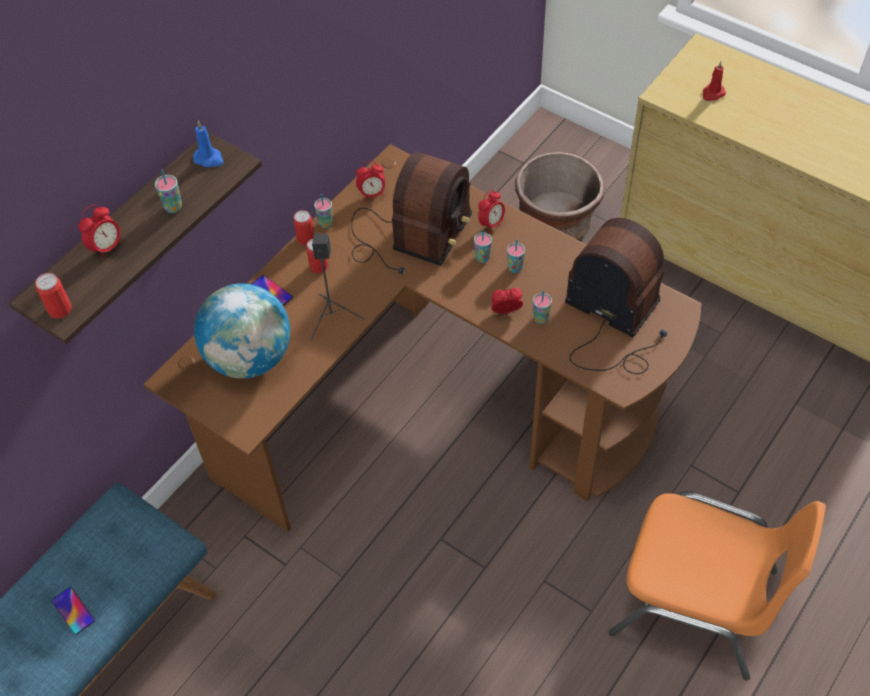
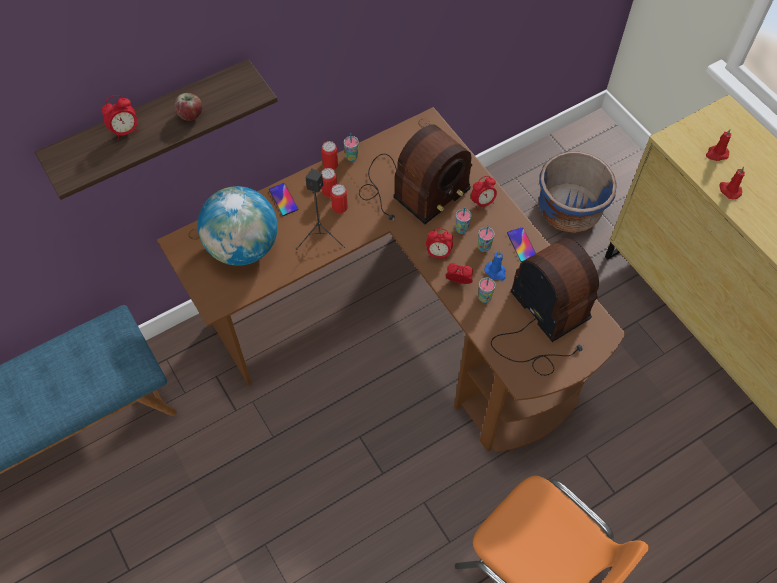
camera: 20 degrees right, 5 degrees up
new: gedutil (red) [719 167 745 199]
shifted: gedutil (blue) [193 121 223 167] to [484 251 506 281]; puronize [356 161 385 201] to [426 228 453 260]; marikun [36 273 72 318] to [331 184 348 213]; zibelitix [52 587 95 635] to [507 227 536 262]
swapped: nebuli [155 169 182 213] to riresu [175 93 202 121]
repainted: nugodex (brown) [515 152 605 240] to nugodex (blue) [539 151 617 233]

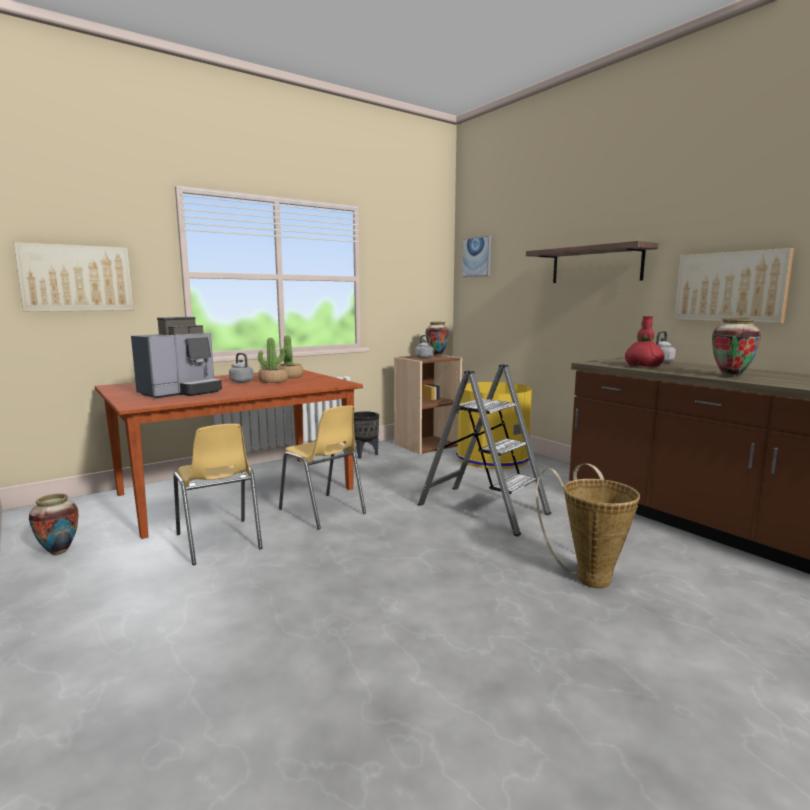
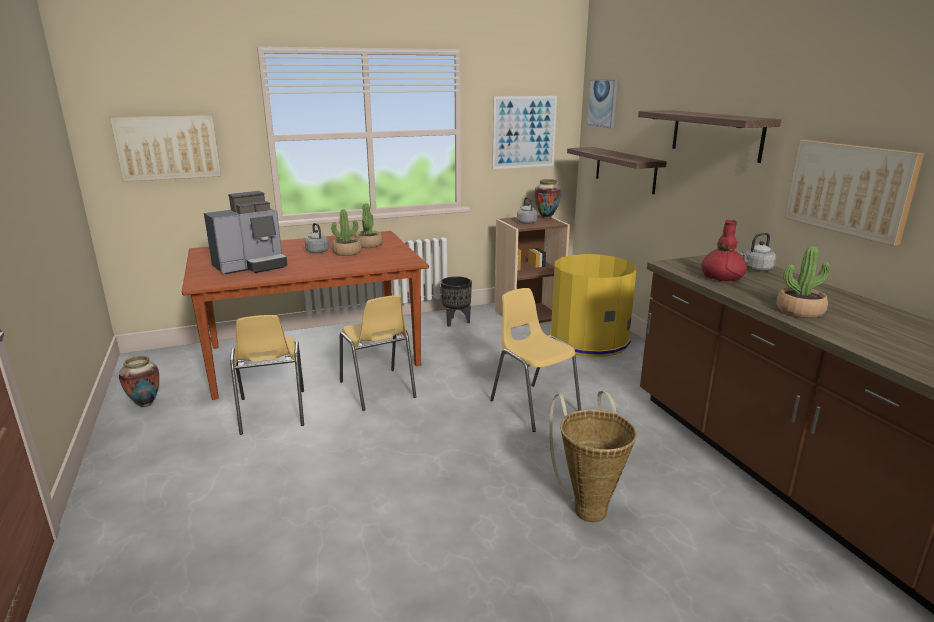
camera: 15 degrees right, 10 degrees up
new: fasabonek [492 96 557 169]; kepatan [567 147 667 194]
swapped: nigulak [712 318 761 377] to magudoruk [777 246 830 318]; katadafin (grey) [417 364 552 537] to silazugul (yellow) [490 288 581 432]

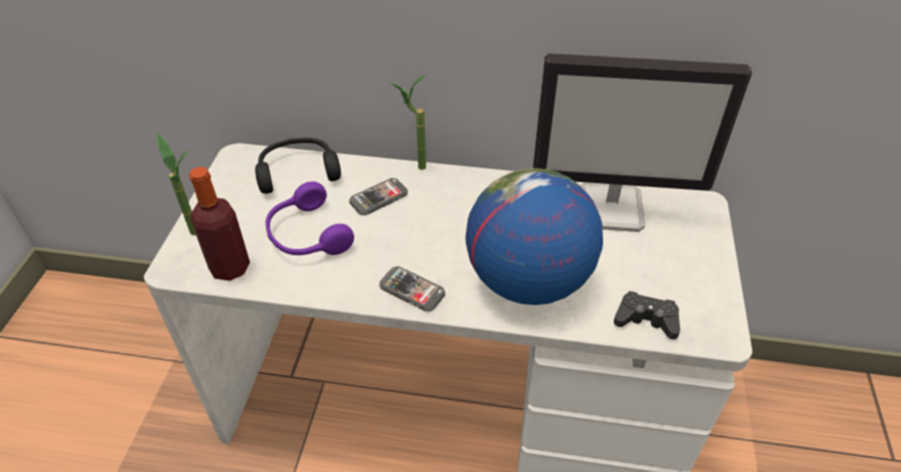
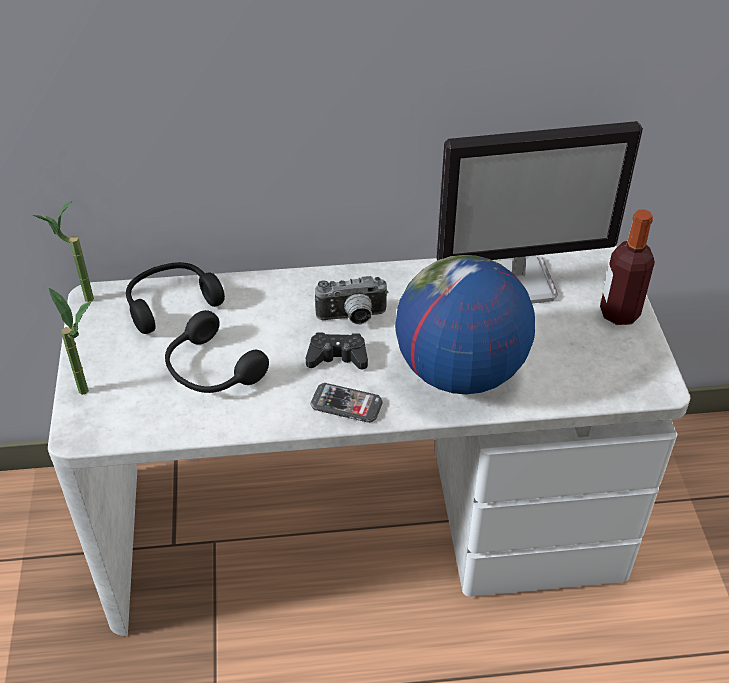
camera: 15 degrees left, 0 degrees up
gone: zibelitix [349 178 408 215]
new: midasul [315 276 388 325]
shifted: magudoruk [390 75 426 170] to [33 201 94 302]; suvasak [189 167 250 281] to [600 209 655 325]; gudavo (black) [614 291 680 339] to [306 332 368 369]
repainted: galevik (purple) [266 181 354 255] to galevik (black) [165 310 269 393]

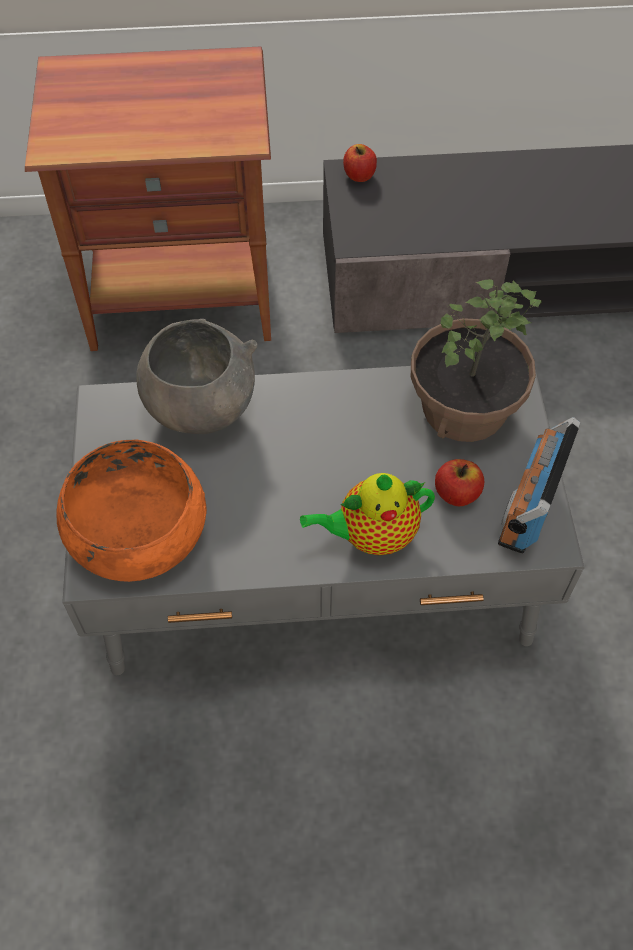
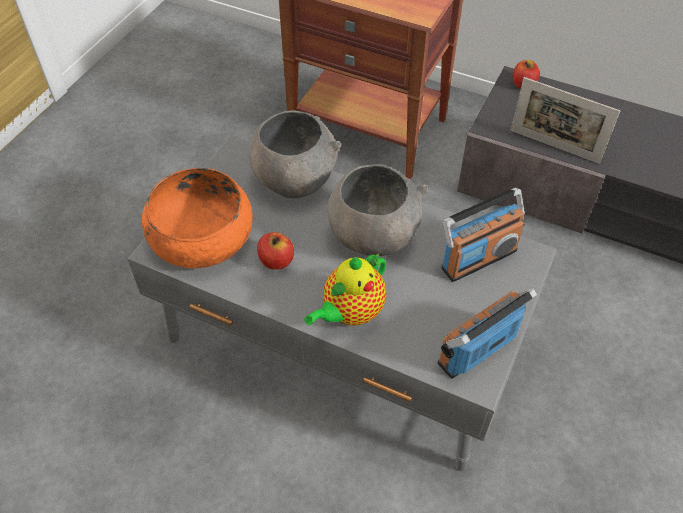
camera: 30 degrees right, 5 degrees down
new: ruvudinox [511 77 620 164]; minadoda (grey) [328 164 428 256]
shifted: riresu [435 459 484 506] to [257 232 294 270]
swapped: magudoruk [411 279 542 442] to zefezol [441 188 525 282]
rotated: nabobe [300 473 435 555] = [304 253 386 326] 60 degrees counterclockwise

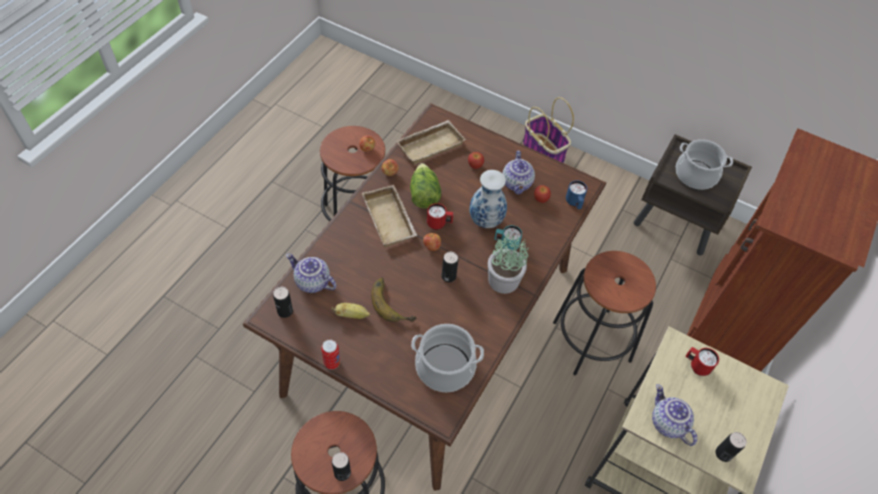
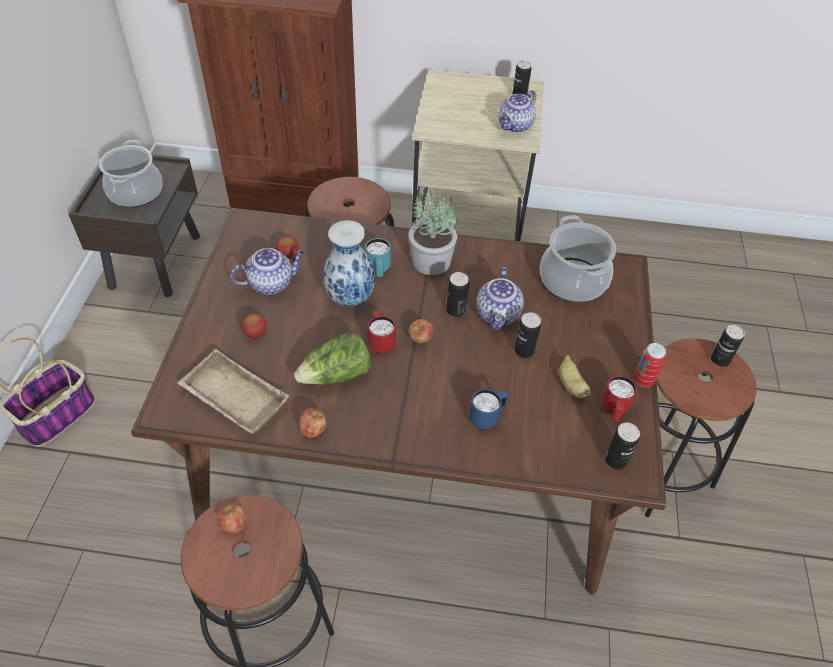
camera: 110 degrees left, 5 degrees down
gone: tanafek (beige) [362 185 418 247]
shifted: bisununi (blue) [566 180 587 209] to [469 389 508 430]; nabobe [286 253 337 293] to [477 267 524 329]; bisununi (red) [686 347 719 376] to [601 375 637 421]
swapped: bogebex [371 278 417 322] to marikun [515 312 541 358]

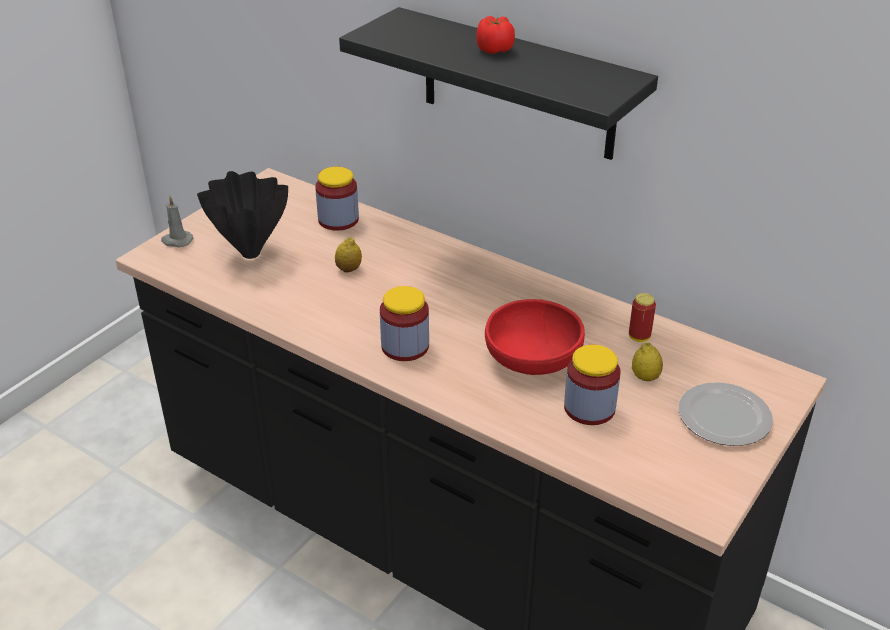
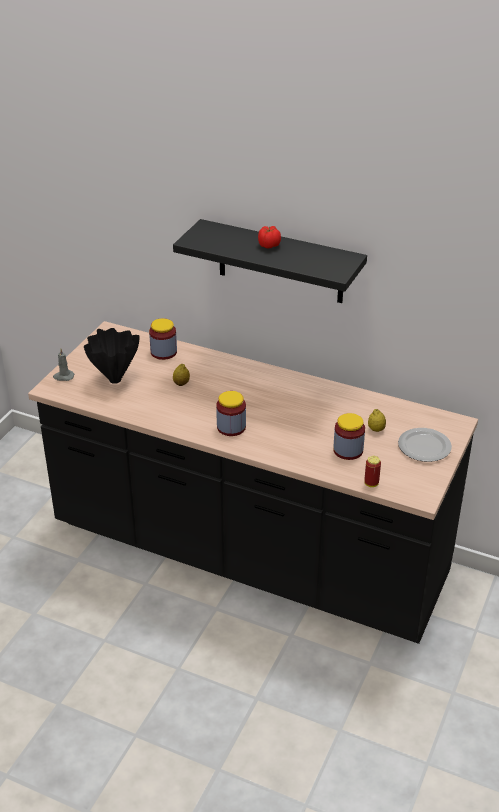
camera: 10 degrees left, 0 degrees up
gone: minadoda (red) [485 299 585 375]
shifted: marikun [629 293 656 342] to [364 456 381 487]

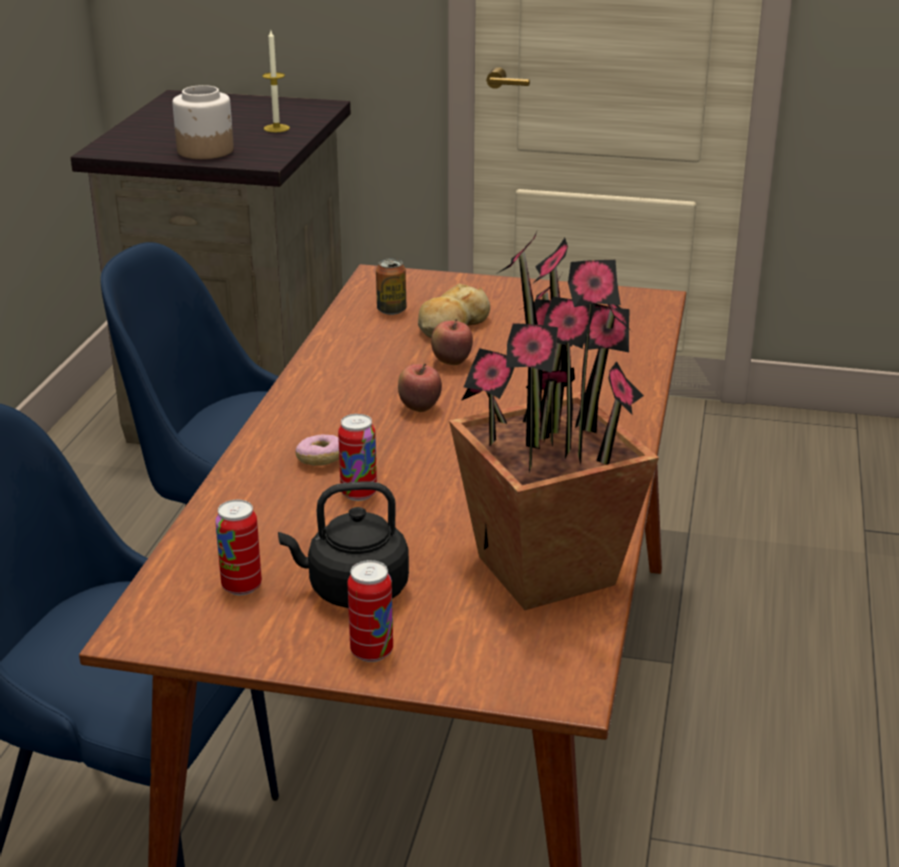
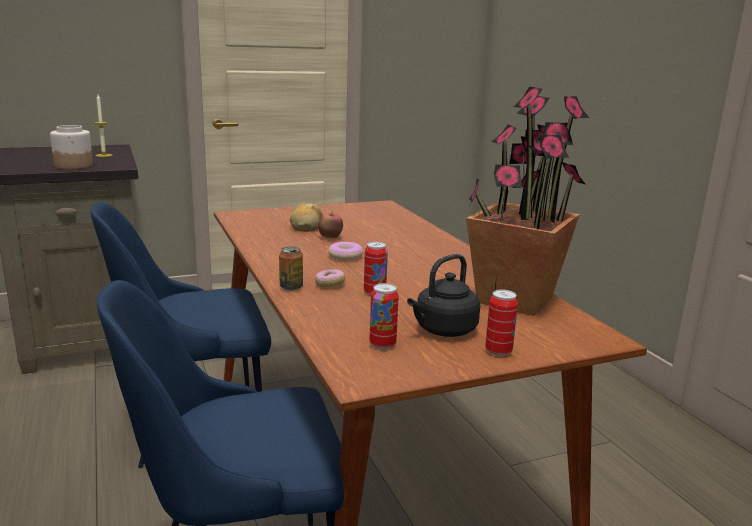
camera: 35 degrees left, 10 degrees down
shifted: marikun [376 258 406 315] to [279 246 303 291]
swapped: riresu [398 363 442 412] to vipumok [328 242 363 261]

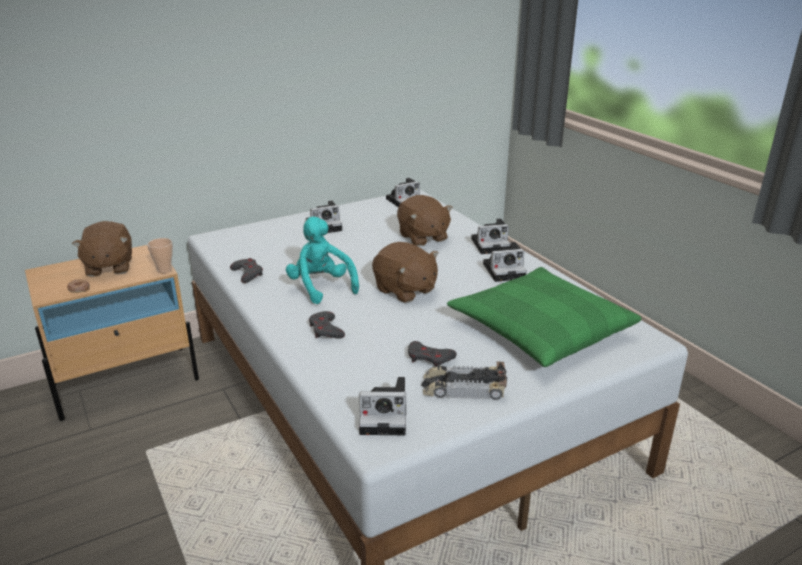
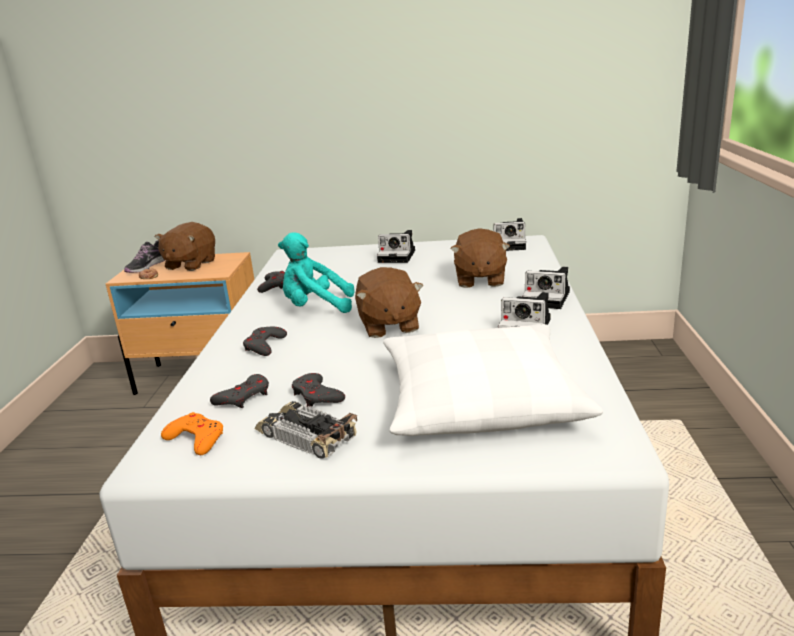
camera: 35 degrees right, 5 degrees down
gone: nebuli [147 238 173 273]
new: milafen [124 240 165 273]; gudavo (grey) [210 374 269 408]
swapped: midasul [359 377 406 435] to gudavo (orange) [161 412 223 455]
repainted: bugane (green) [447 267 642 367] to bugane (white) [383 324 603 436]
rotated: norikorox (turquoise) [286 216 359 304] = [278 232 354 313] 90 degrees counterclockwise

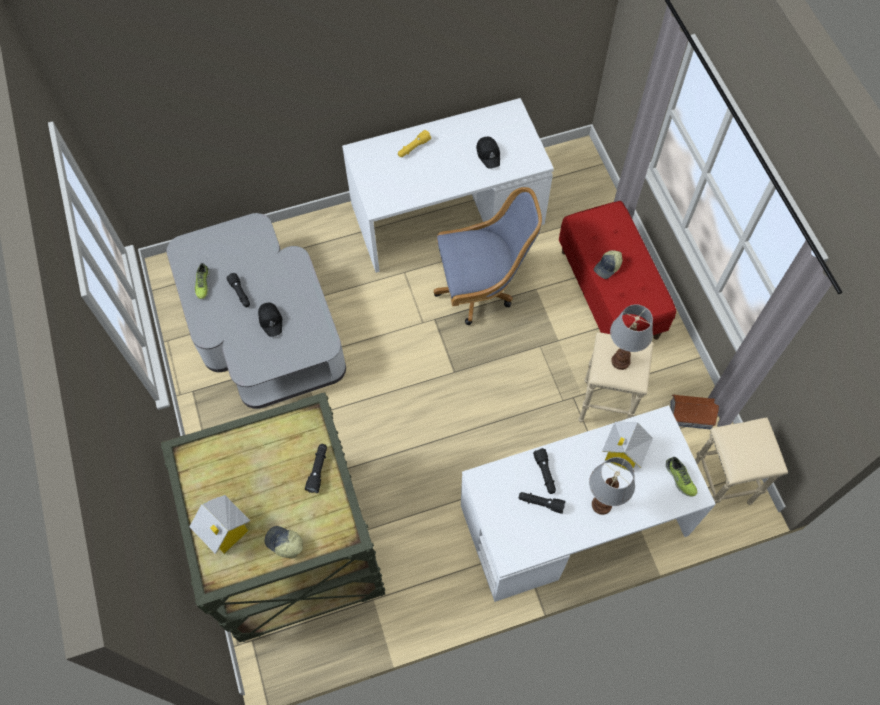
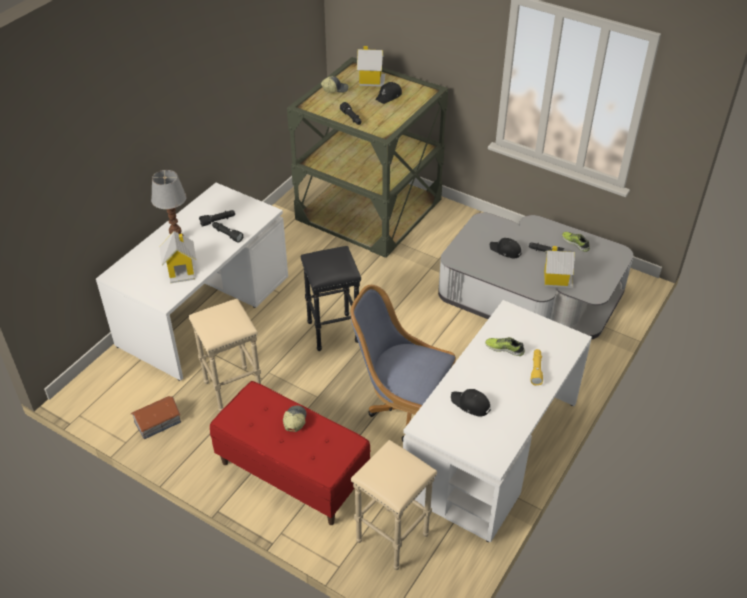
camera: 140 degrees right, 20 degrees down
gone: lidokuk [610 304 653 370]
new: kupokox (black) [375 82 402 104]; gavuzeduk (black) [301 246 361 351]; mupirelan [544 246 575 288]
shifted: gavuzeduk (beige) [695 417 788 505] to [351 440 437 570]; milafen [666 457 697 497] to [485 337 525 356]
rotated: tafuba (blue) [434 187 542 325] = [351 285 456 442] 75 degrees clockwise

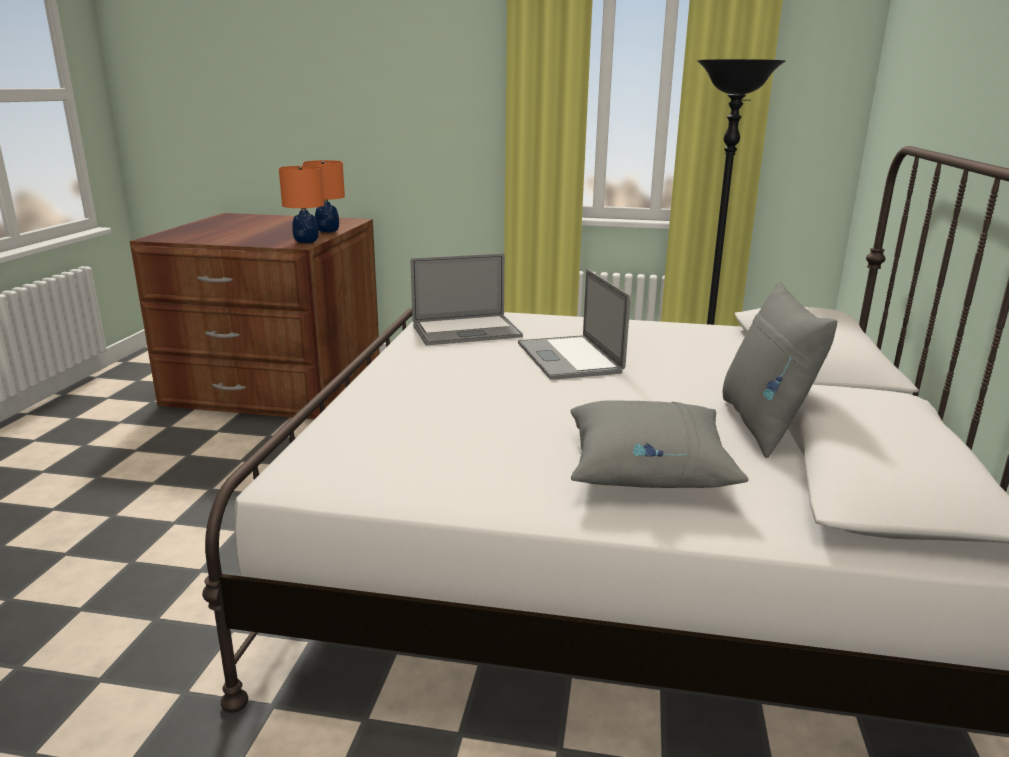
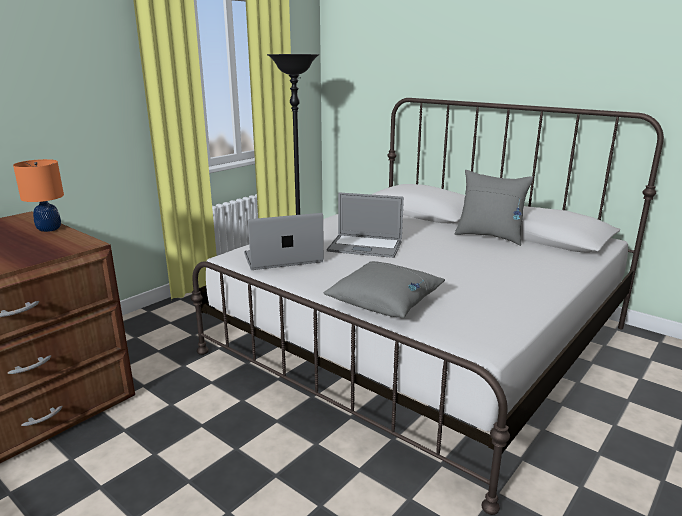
camera: 60 degrees left, 0 degrees up
gone: lidokuk (orange) [279 166 324 243]
shifted: bugane (grey) [571 400 749 488] to [324 261 445 318]
rotated: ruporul [411 253 523 345] = [244 213 324 270] 120 degrees counterclockwise

